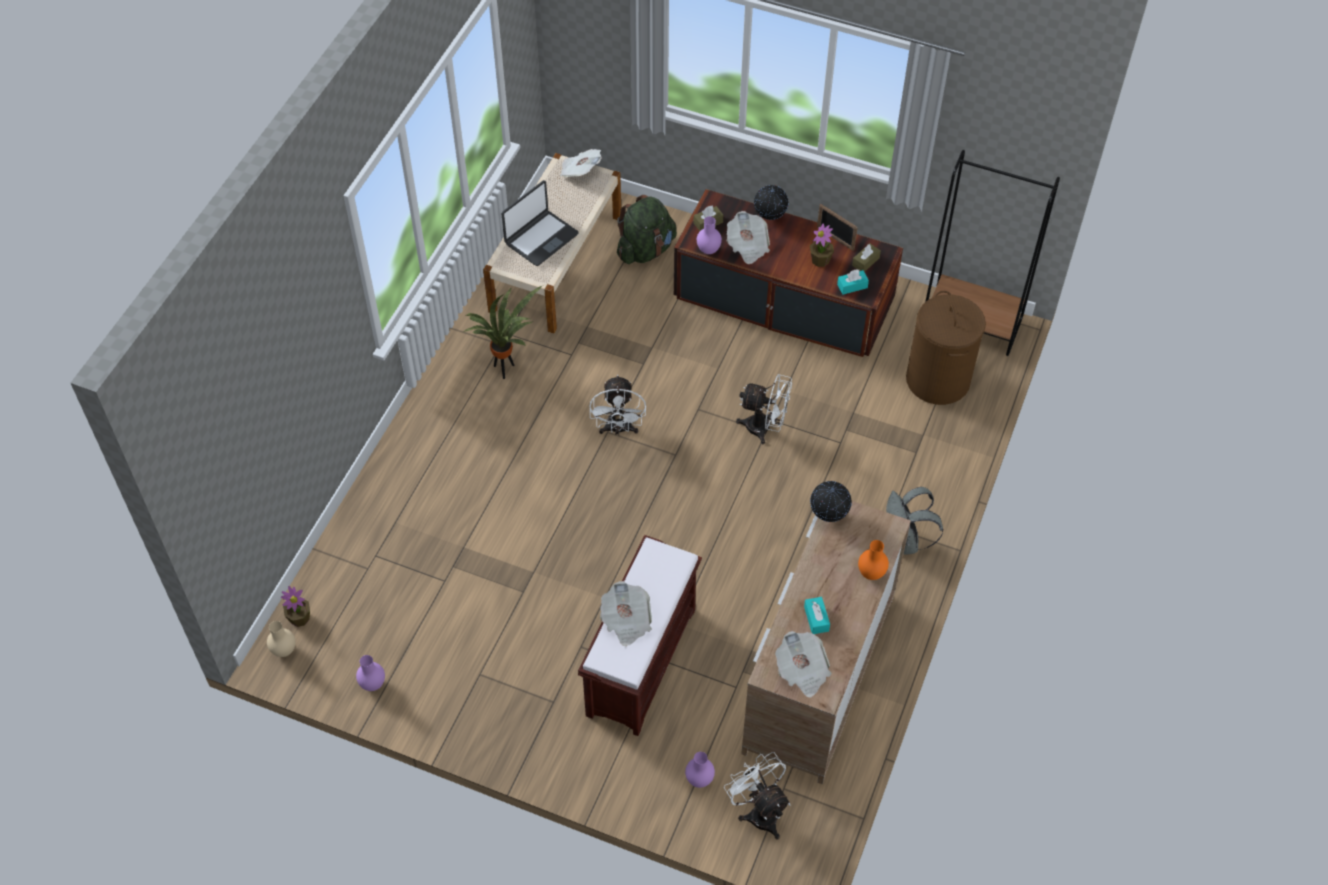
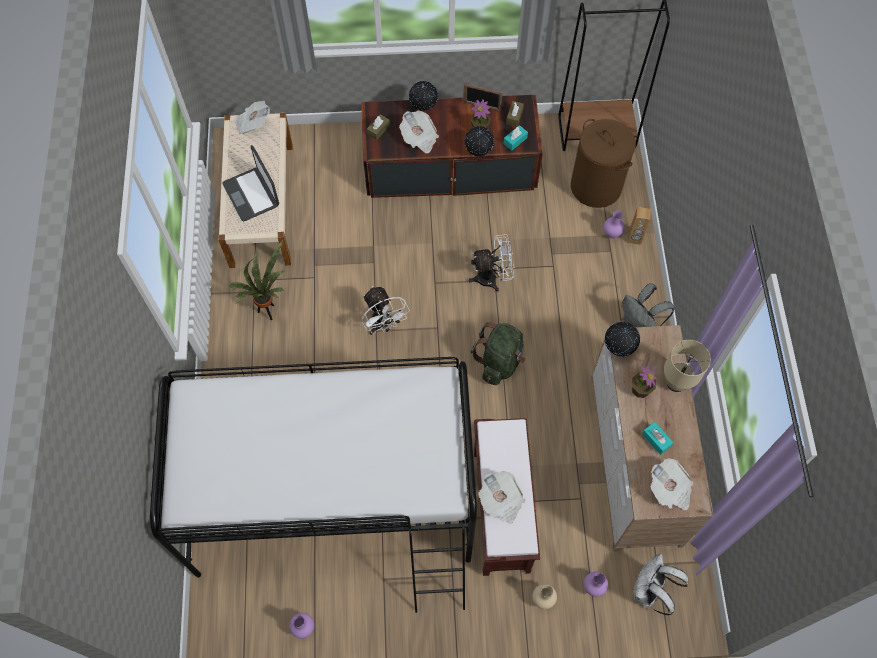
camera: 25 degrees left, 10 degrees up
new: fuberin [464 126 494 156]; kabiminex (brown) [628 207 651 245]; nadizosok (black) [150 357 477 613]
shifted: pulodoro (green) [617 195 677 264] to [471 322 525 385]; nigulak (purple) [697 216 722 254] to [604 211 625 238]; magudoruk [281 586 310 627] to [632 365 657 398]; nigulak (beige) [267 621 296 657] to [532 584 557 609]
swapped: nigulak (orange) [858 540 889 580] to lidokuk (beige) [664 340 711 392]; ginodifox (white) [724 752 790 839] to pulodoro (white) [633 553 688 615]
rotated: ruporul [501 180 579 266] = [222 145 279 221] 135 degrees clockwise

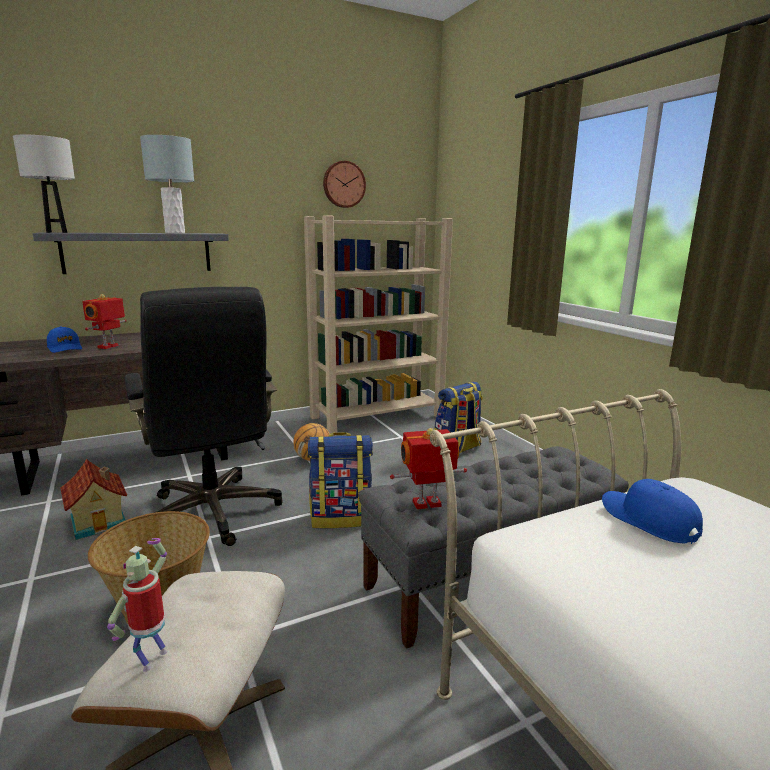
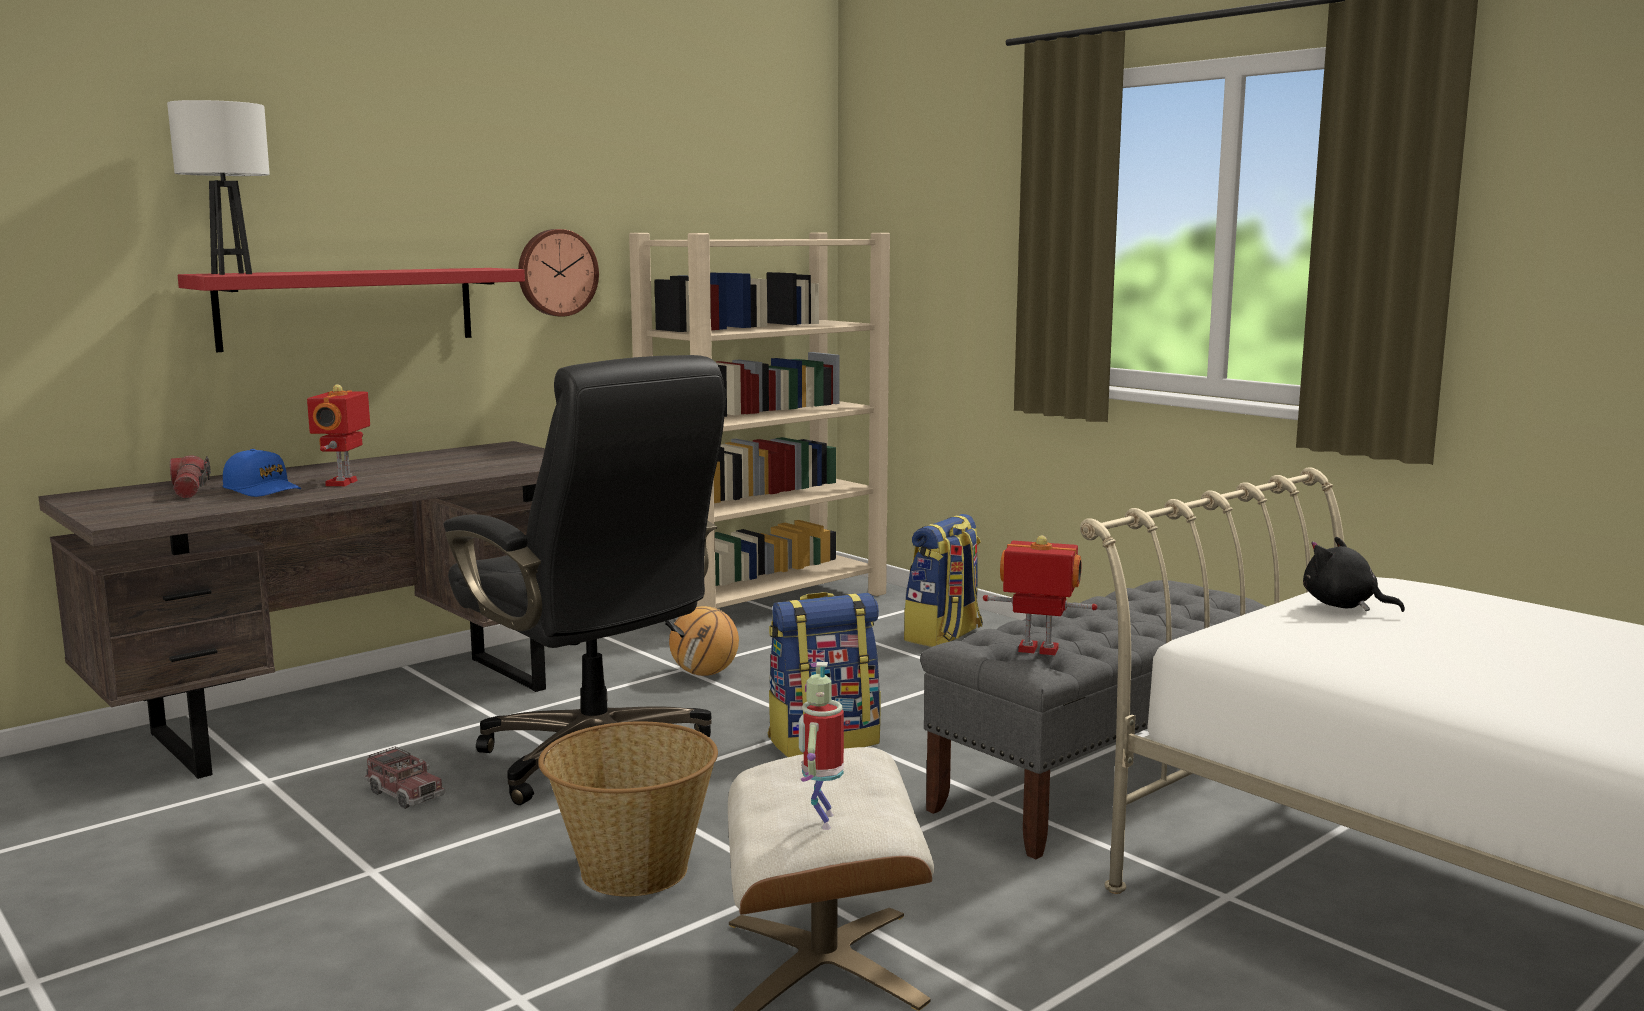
camera: 15 degrees left, 5 degrees down
gone: lidokuk (grey) [140 135 194 233]
new: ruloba [170 456 211 498]
shifted: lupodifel [323 161 366 208] to [518 229 599 317]
swapped: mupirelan [60 459 127 540] to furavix [363 747 445 809]; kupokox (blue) [602 479 703 544] to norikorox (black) [1303 537 1405 612]
repainted: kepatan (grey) [33 233 229 274] to kepatan (red) [178 268 525 352]
rotated: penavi [390 428 467 509] = [983 535 1098 655] 45 degrees clockwise

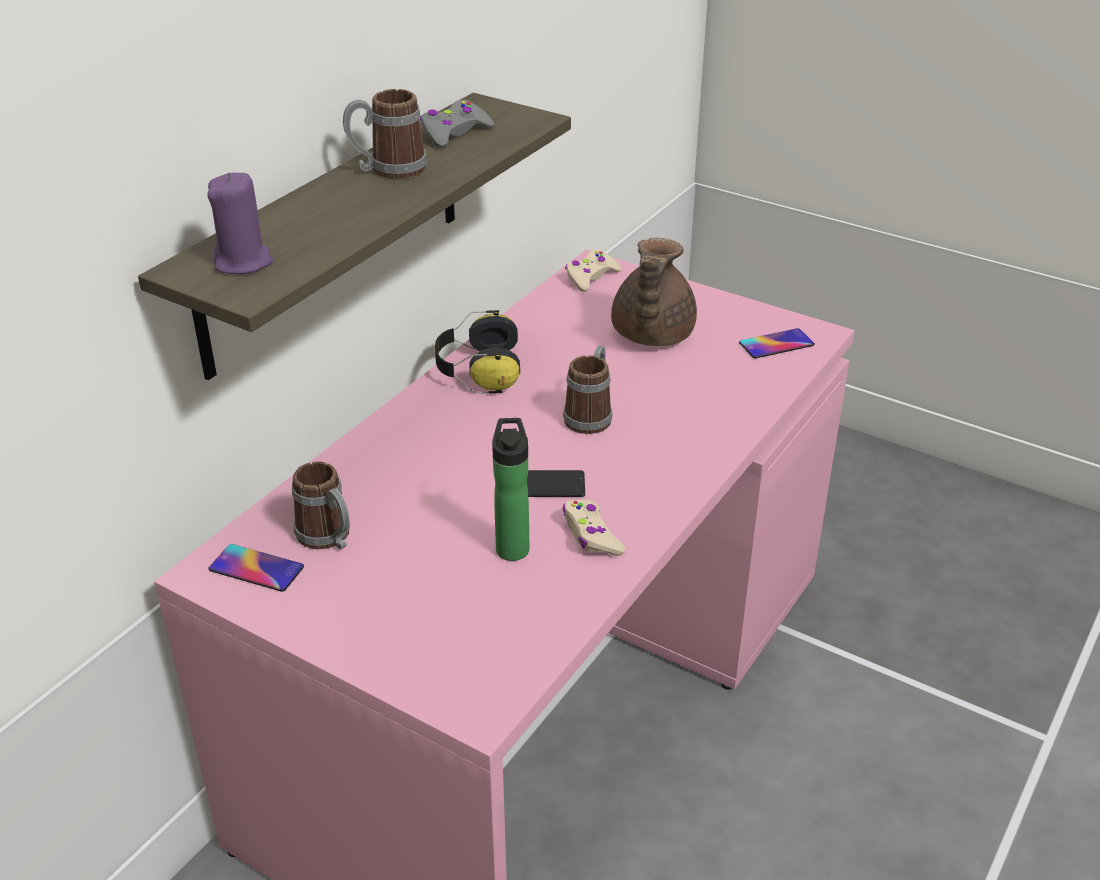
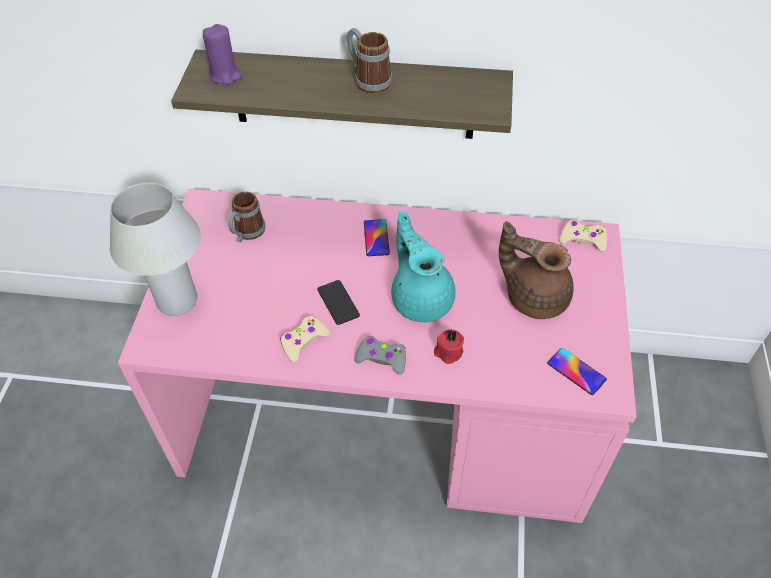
camera: 65 degrees right, 15 degrees up
gone: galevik [435 310 520 393]; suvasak [492 418 529 561]
new: lidokuk (white) [110 182 201 316]; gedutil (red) [434 329 464 364]
shifted: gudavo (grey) [420 100 494 148] to [354 336 406 375]; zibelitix [208 544 304 592] to [364 219 390 256]
swapped: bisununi [563 346 612 434] to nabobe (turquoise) [391 211 456 322]
rotated: nabobe (brown) [611 238 697 346] = [499 221 574 319] 45 degrees clockwise

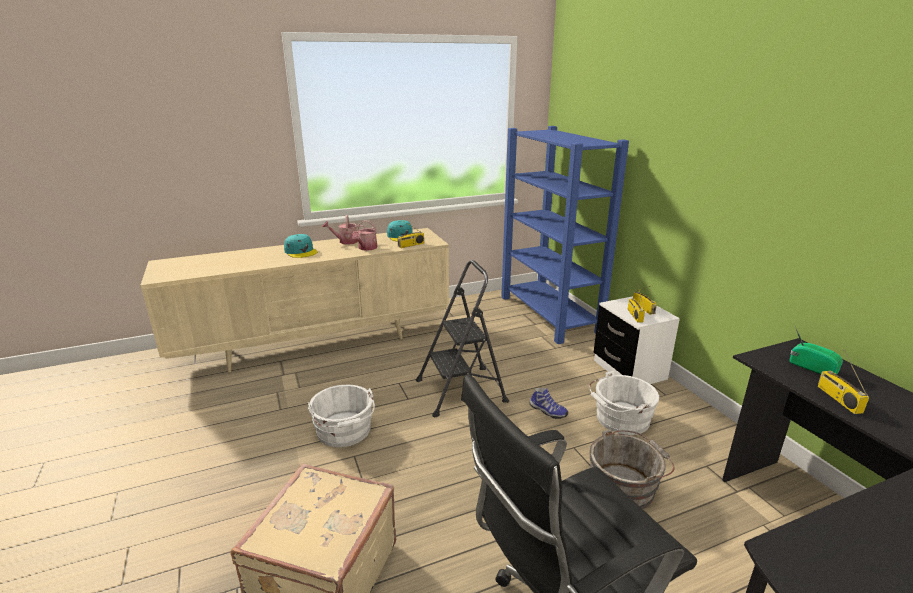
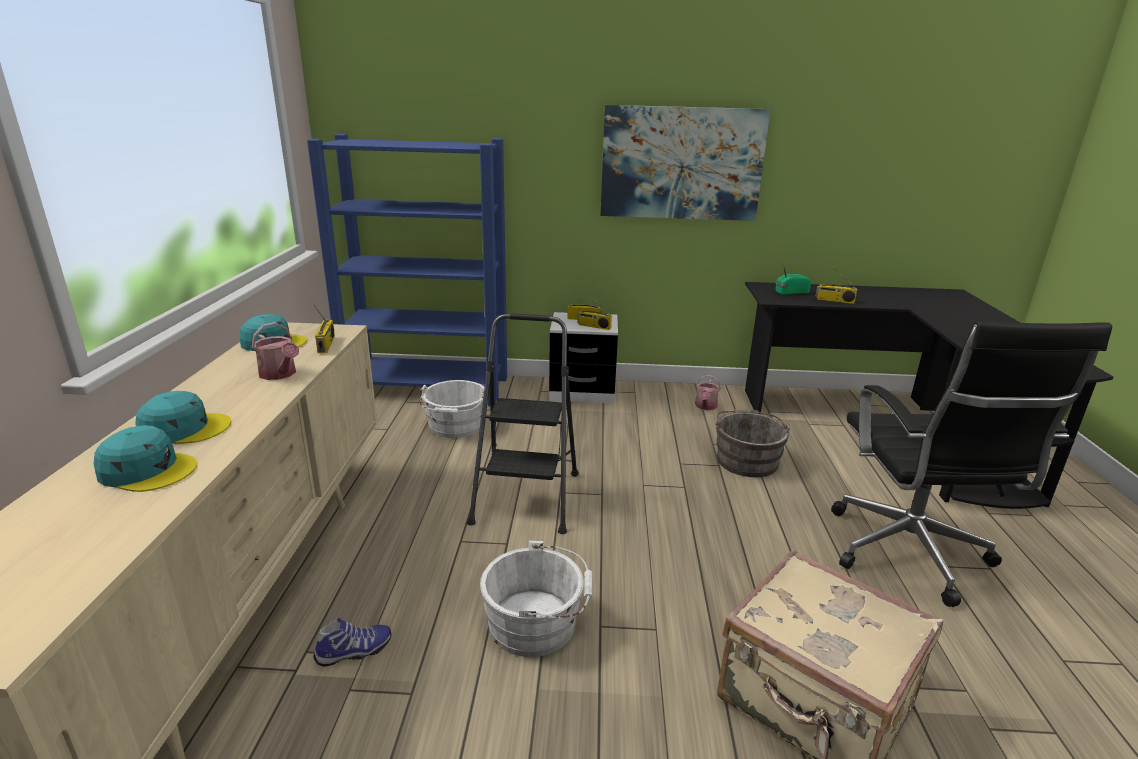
camera: 65 degrees left, 0 degrees up
new: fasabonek [600 105 771 221]; kupokox (turquoise) [93 425 197 492]
shifted: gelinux [322 215 365 245] to [695 375 721 410]; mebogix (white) [589 371 659 435] to [419 380 485 438]; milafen [530 388 568 419] to [314 617 391 667]

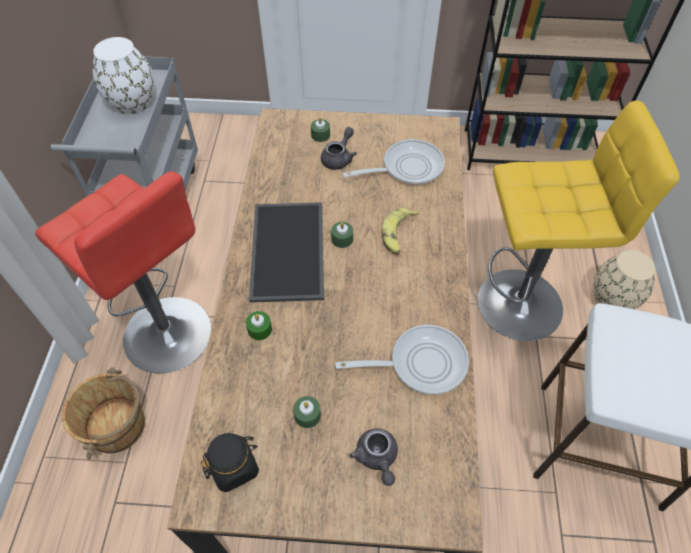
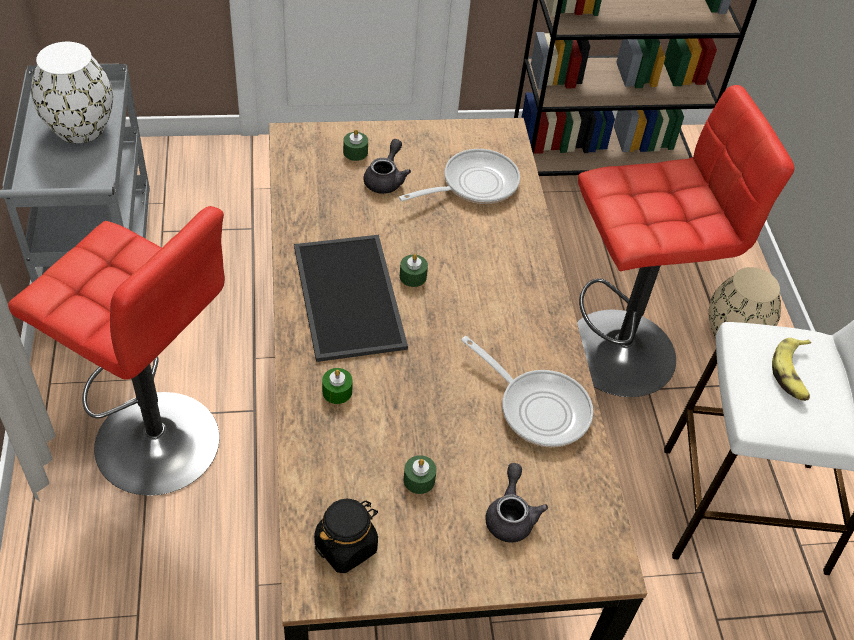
camera: 15 degrees left, 5 degrees down
gone: mebogix (brown) [62 367 145 460]
shifted: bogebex [382 208 420 255] to [772 338 811 401]
repainted: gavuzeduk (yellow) [478 101 680 341] to gavuzeduk (red) [577 85 795 397]
rotated: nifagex [335 325 469 395] = [461 336 593 447] 60 degrees clockwise; nabobe (grey) [350 428 398 486] = [485 463 548 543] 150 degrees counterclockwise

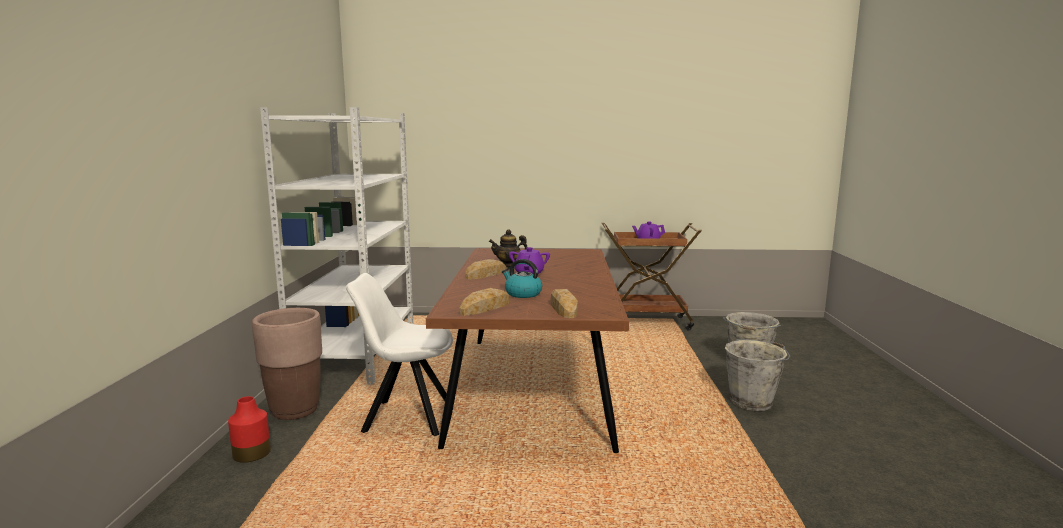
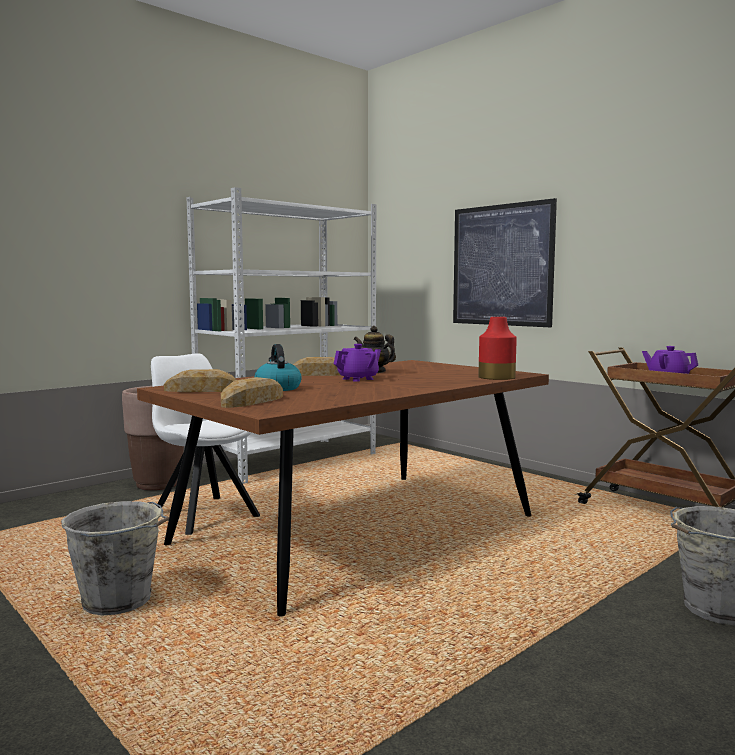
camera: 45 degrees right, 5 degrees down
new: fasabonek [453 198 557 327]
shifted: mebogix (grey) [725 339 790 411] to [61 501 169 615]; nigulak (red) [228 396 271 463] to [478 317 517 380]

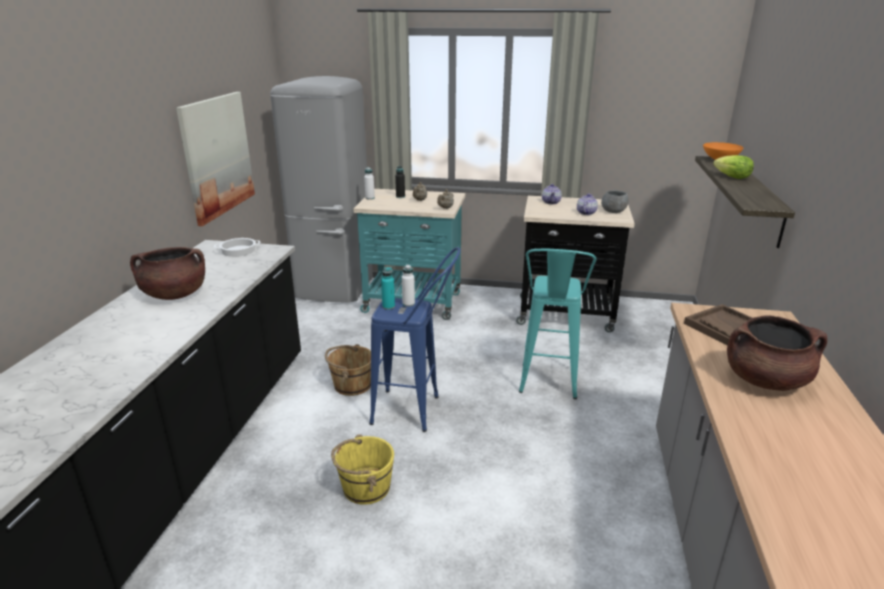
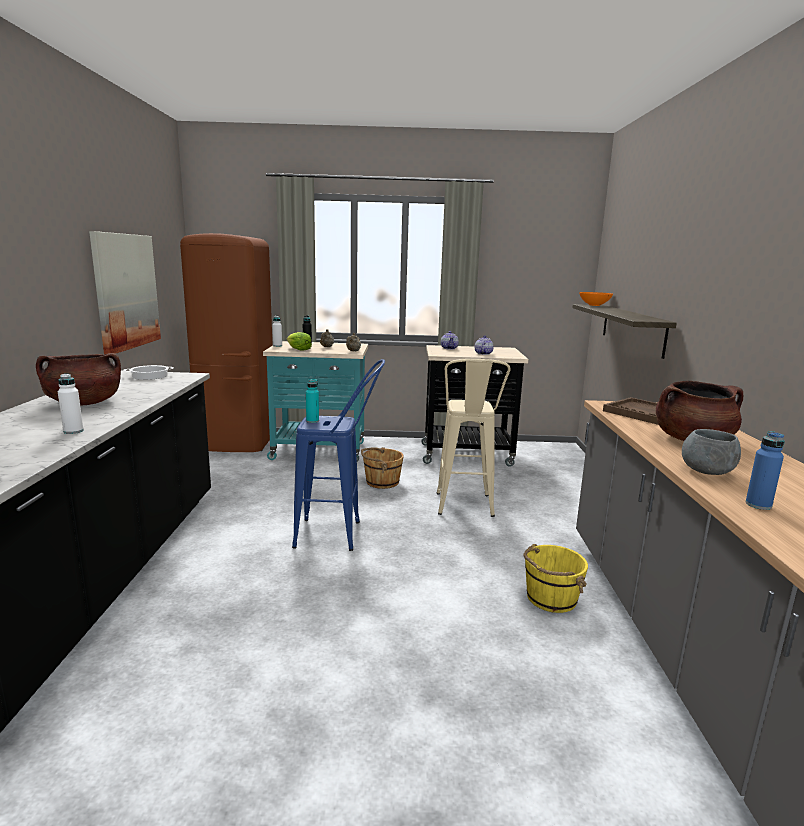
camera: 10 degrees left, 10 degrees down
new: suvasak (blue) [746 431 785 510]
shifted: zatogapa [713 155 754 179] to [287 332 312 351]; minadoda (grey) [601 190 629 213] to [682 429 741 475]; suvasak (white) [402 264 415 307] to [58 373 84 434]; mebogix (brown) [325 344 371 396] to [361 447 404 489]; mebogix (yellow) [331 434 394 505] to [523 544 588 613]
repainted: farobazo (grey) [270 76 373 302] to farobazo (brown) [180 233 273 452]; gavuzeduk (turquoise) [519 249 596 399] to gavuzeduk (beige) [437 359 510 517]

